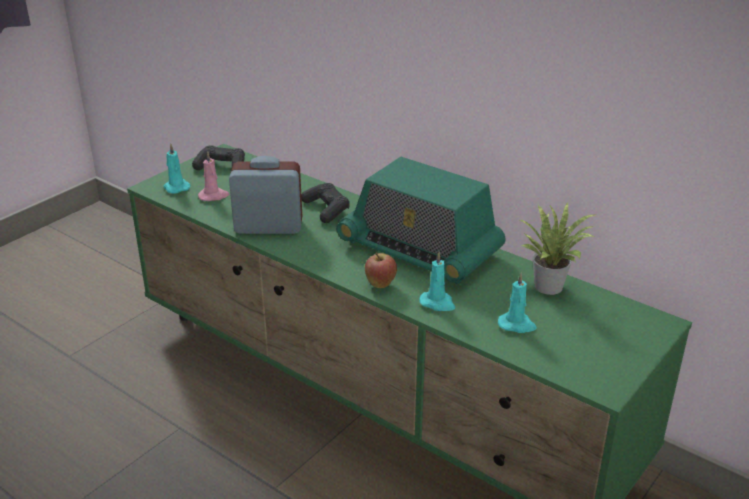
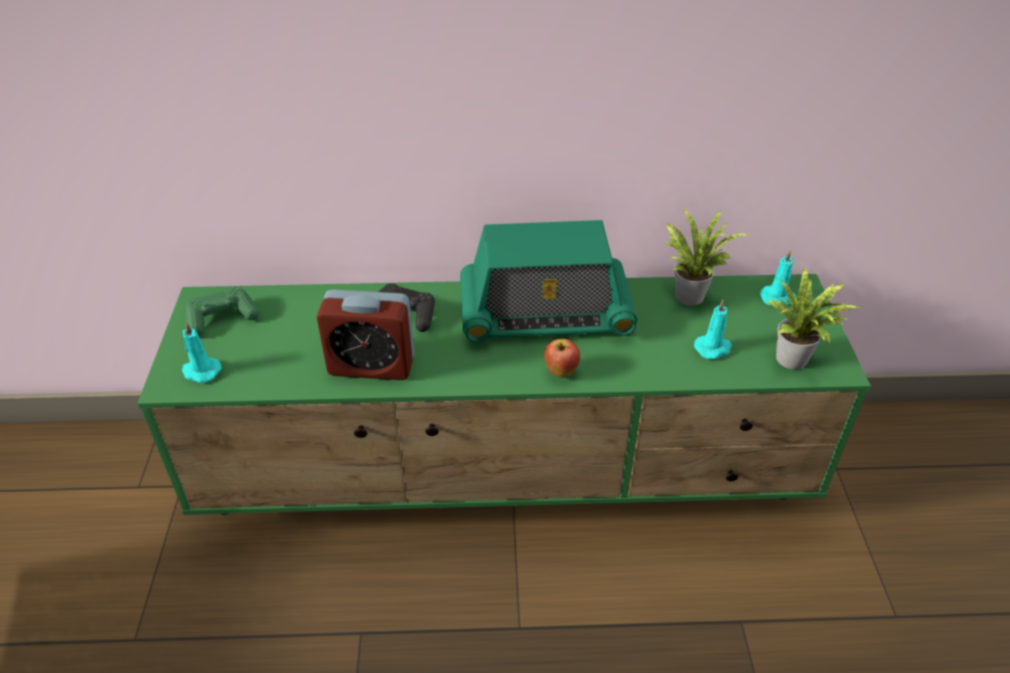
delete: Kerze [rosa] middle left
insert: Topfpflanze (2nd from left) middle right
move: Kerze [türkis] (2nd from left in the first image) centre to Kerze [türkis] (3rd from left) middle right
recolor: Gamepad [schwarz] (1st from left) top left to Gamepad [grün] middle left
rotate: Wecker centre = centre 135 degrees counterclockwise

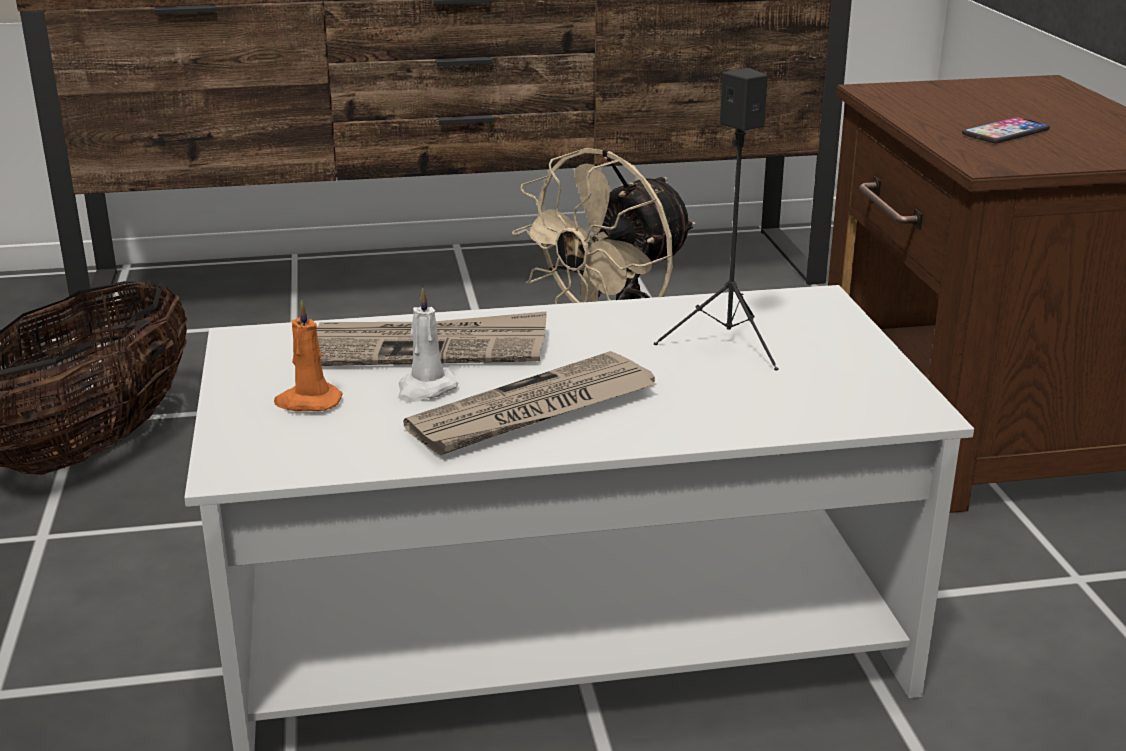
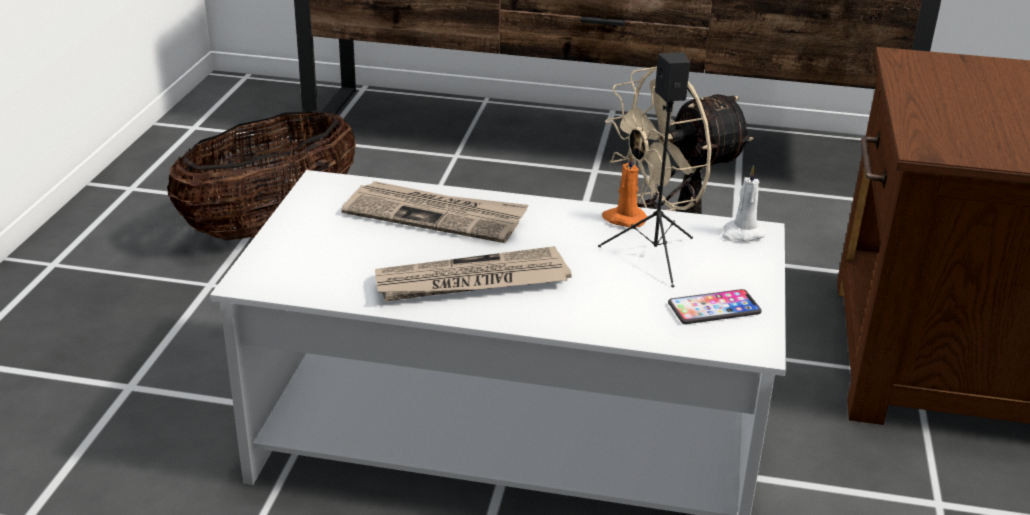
move: Handy top right to middle right; Kerze [weiß] centre to middle right; Kerze [orange] middle left to centre

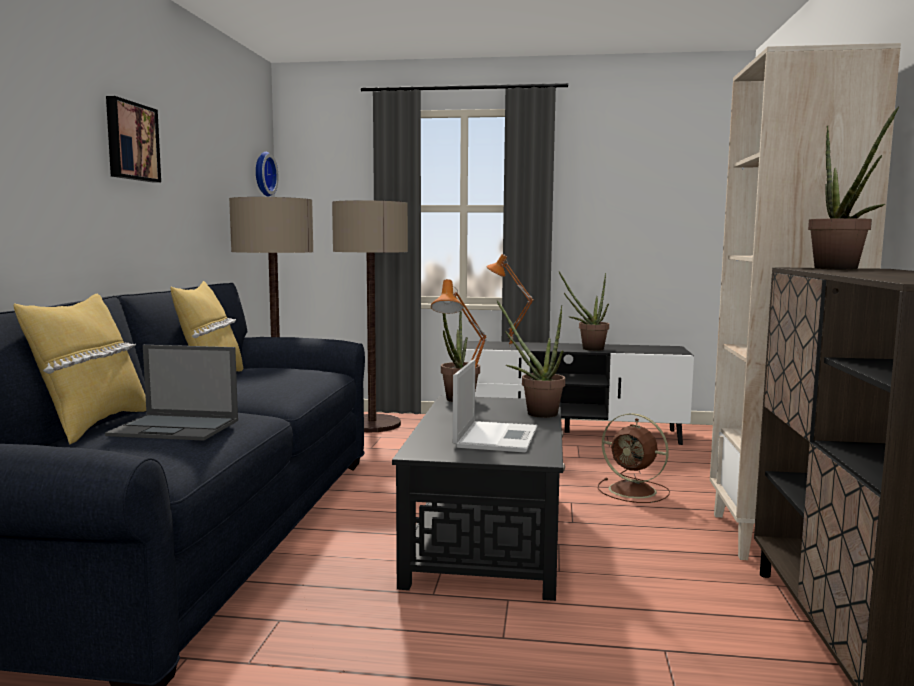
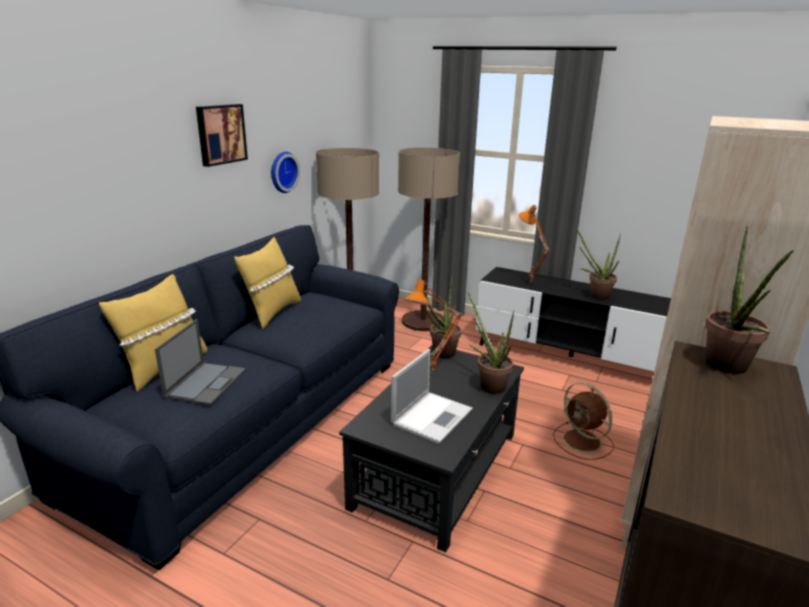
move: Wanduhr top left to top centre
rotate: Laptop (1st from left) middle left = middle left 105 degrees counterclockwise

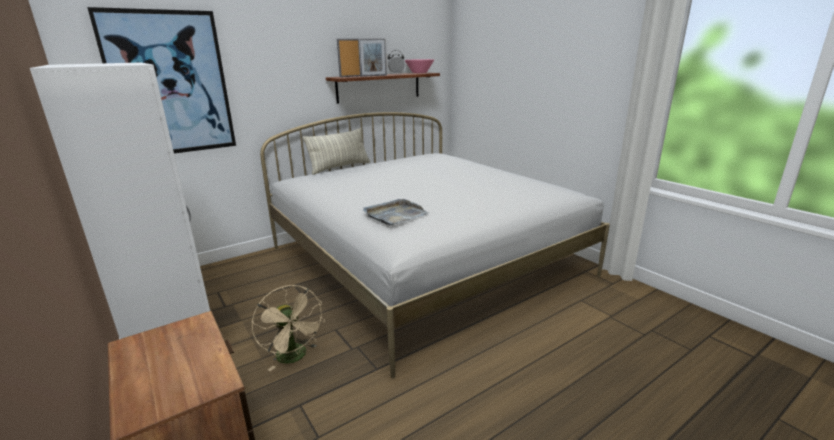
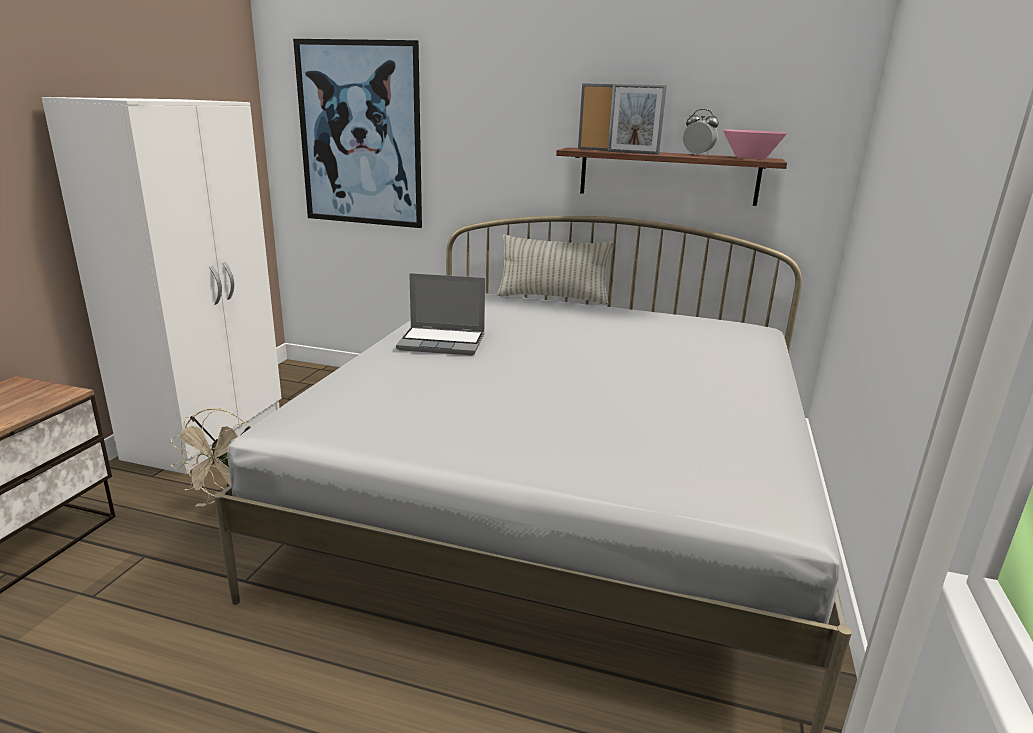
delete: Tablett [grau] centre
insert: Laptop centre

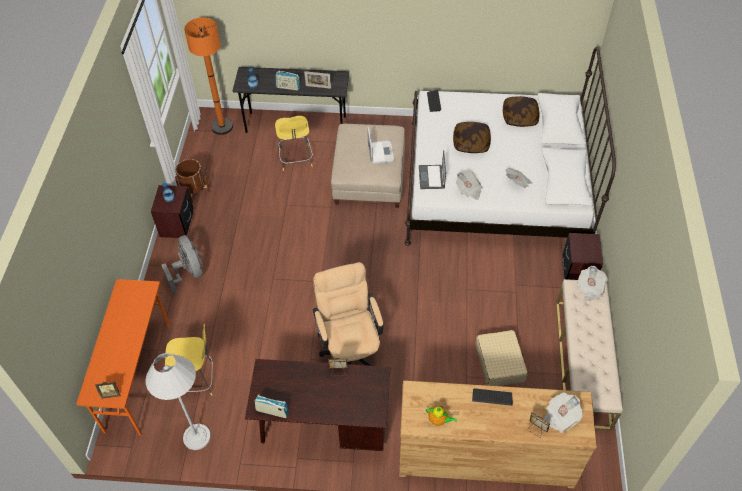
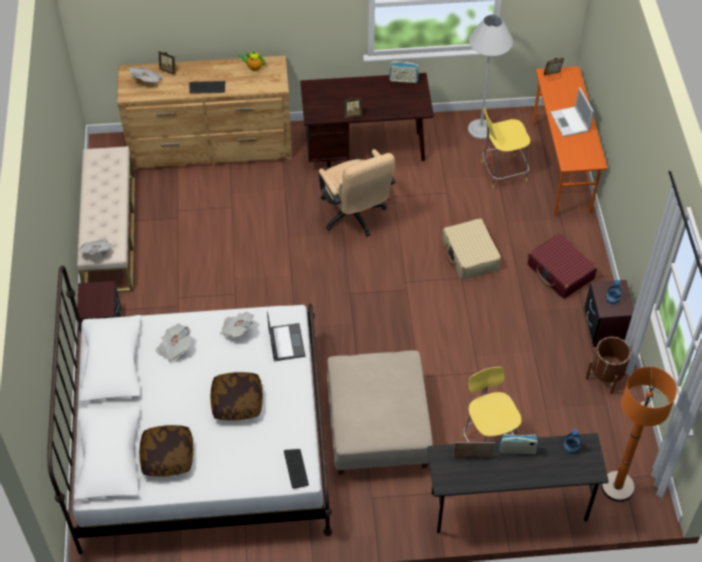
move: Laptop (1st from left in the first image) top centre to Laptop (2nd from left) top right; Koffer [beige] bottom right to middle right
replace: Ventilator [grau] middle left to Koffer [rot] middle right

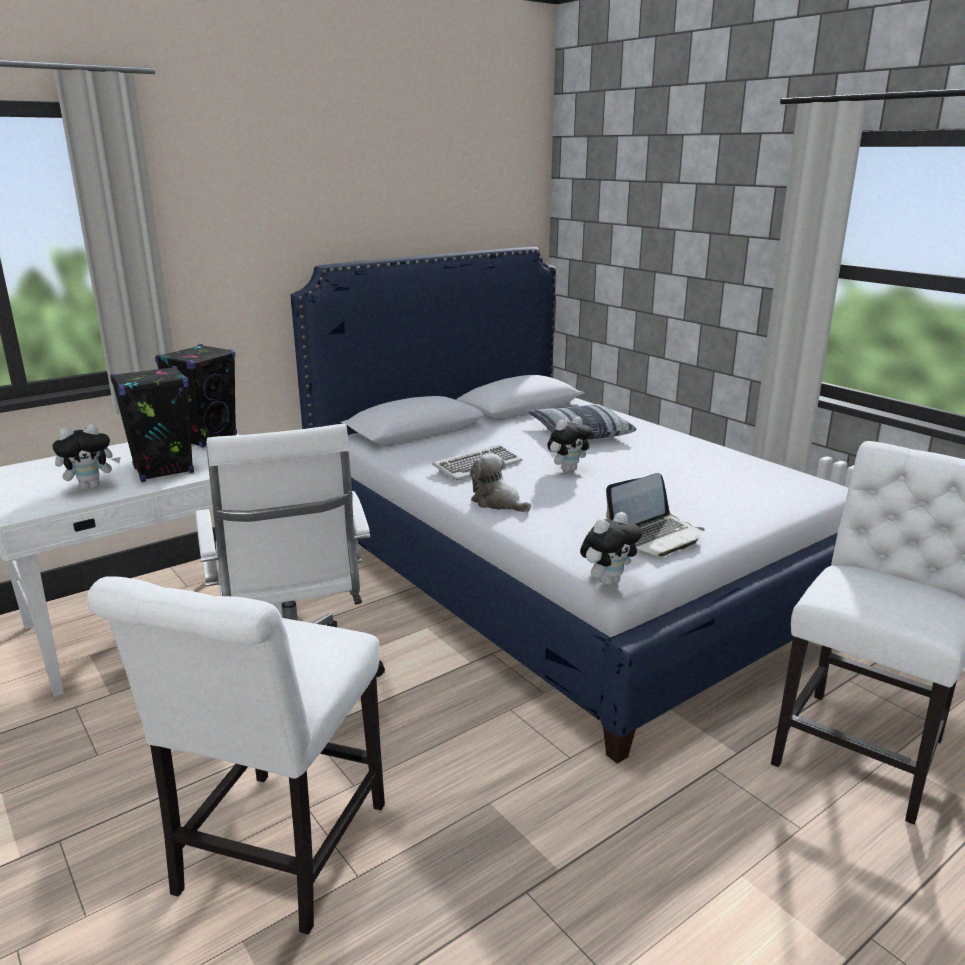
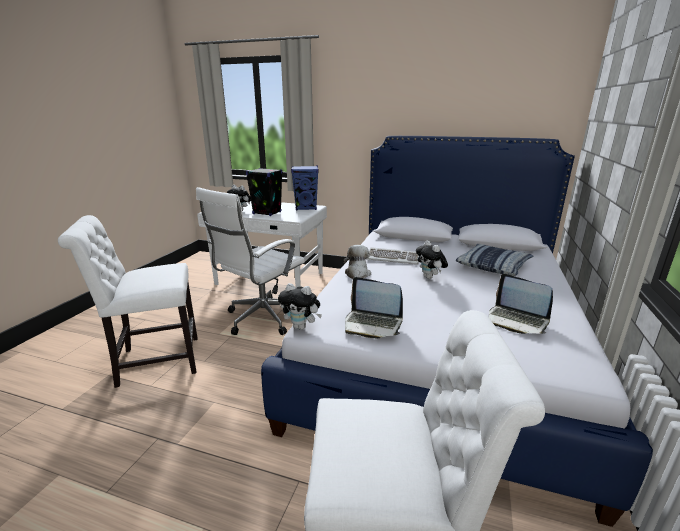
insert: Laptop (2nd from left) middle right
recolor: Lautsprecher [schwarz] (2nd from left) middle left to Lautsprecher [blau] centre
rotate: Plüschtier (3rd from left in the first image) centre = centre 45 degrees clockwise

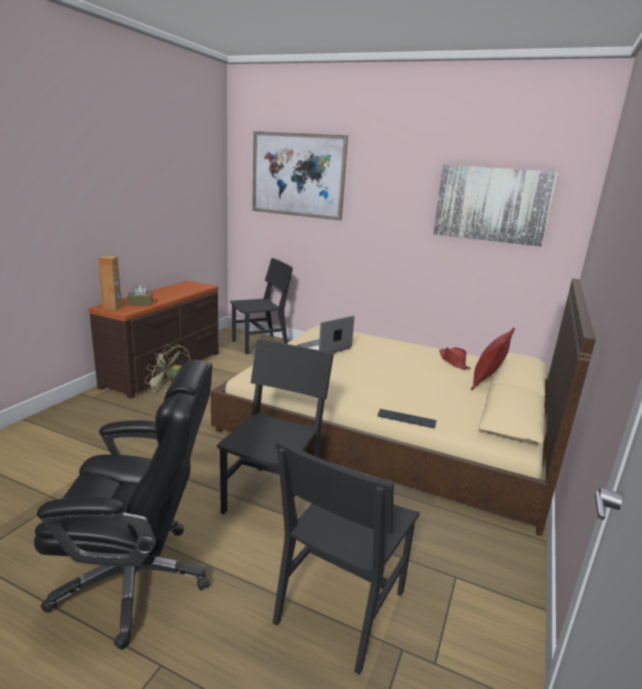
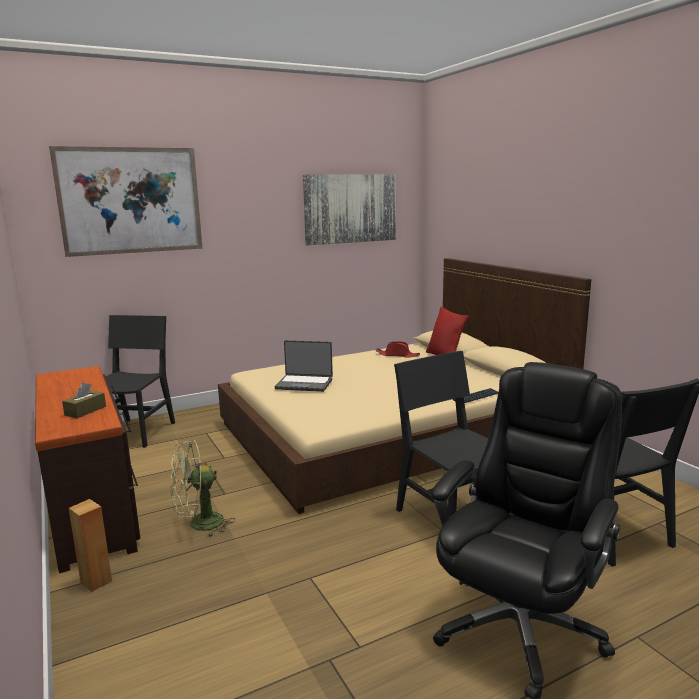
move: Lautsprecher [braun] middle left to bottom left
rotate: Laptop centre = centre 75 degrees counterclockwise

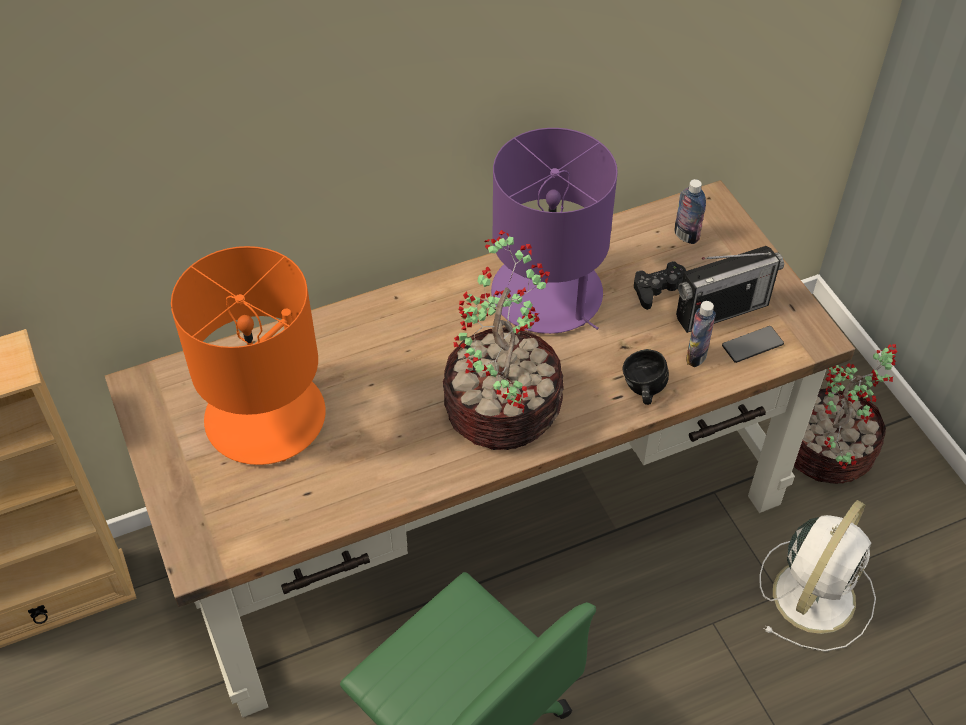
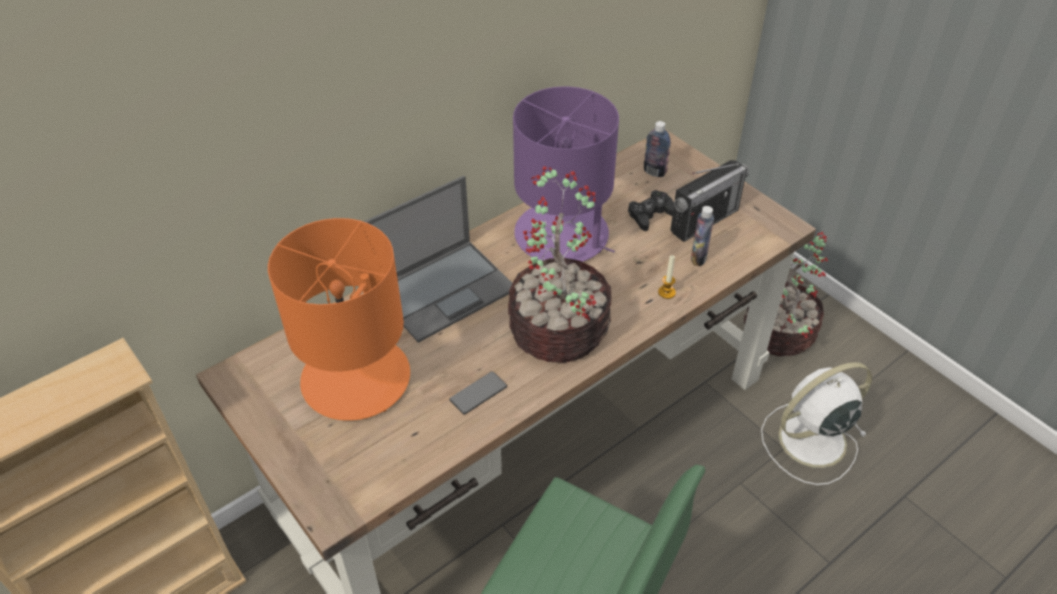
insert: Laptop centre
move: Handy middle right to centre
replace: Henkelbecher [schwarz] middle right to Kerze centre
rotate: Ventilator [weiß] bottom right = bottom right 135 degrees counterclockwise

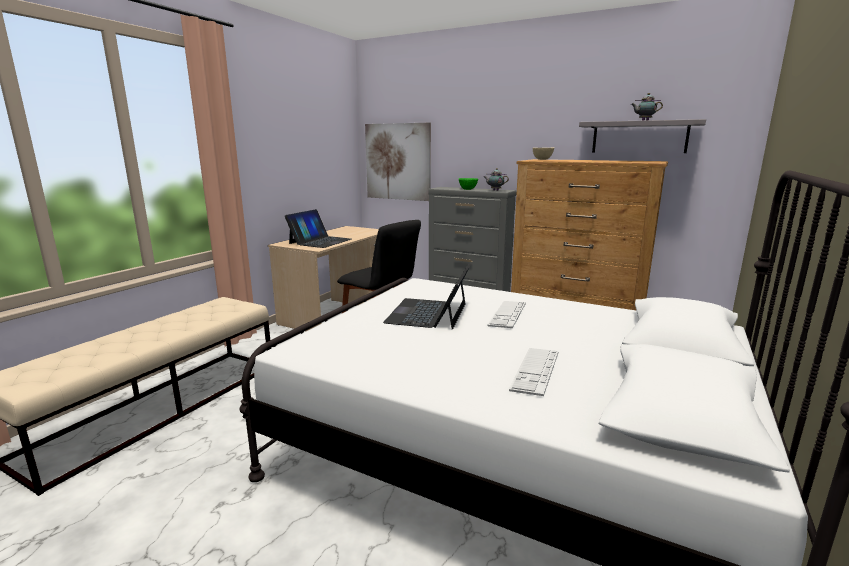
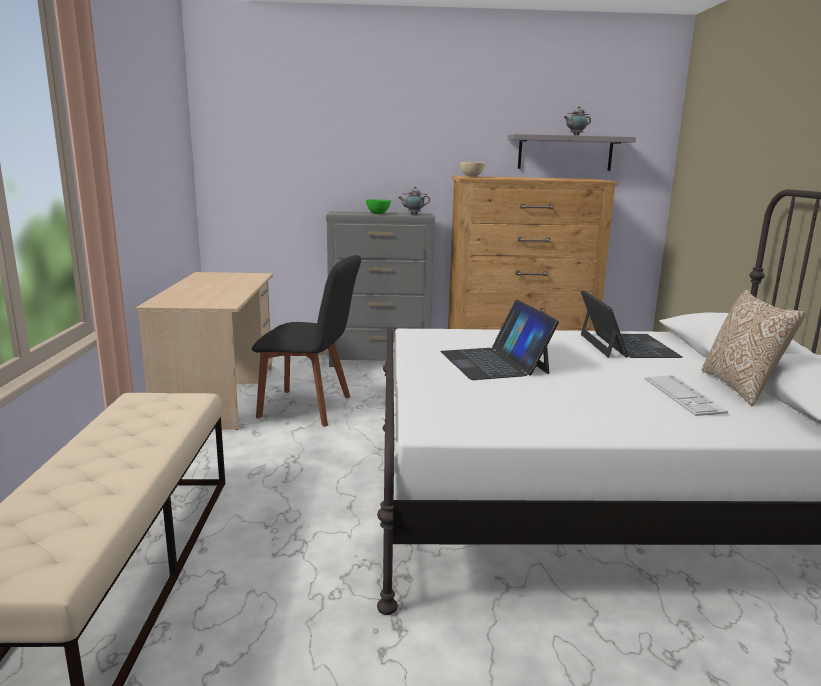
delete: Bild top centre; Tastatur (1st from left) centre
insert: Kissen middle right
move: Laptop (1st from left in the first image) centre to Laptop (2nd from left) middle right

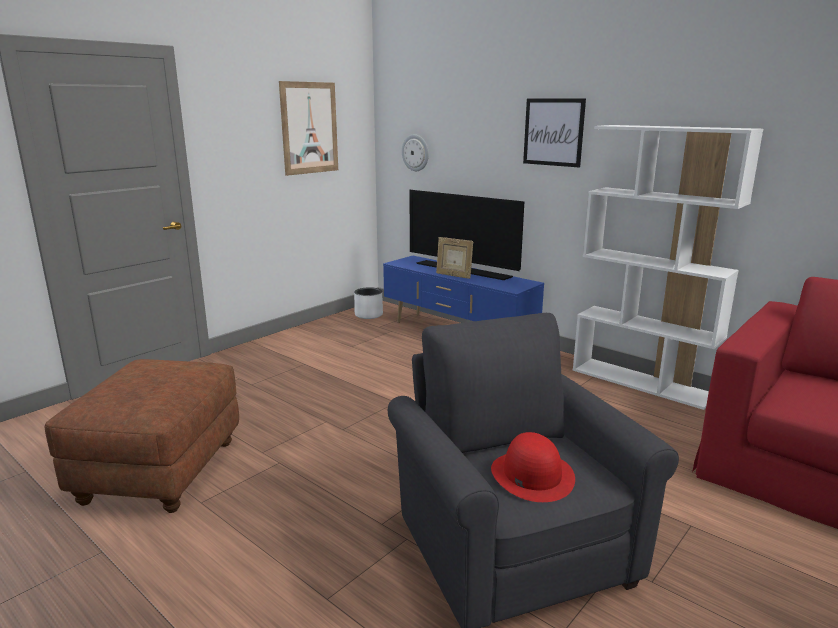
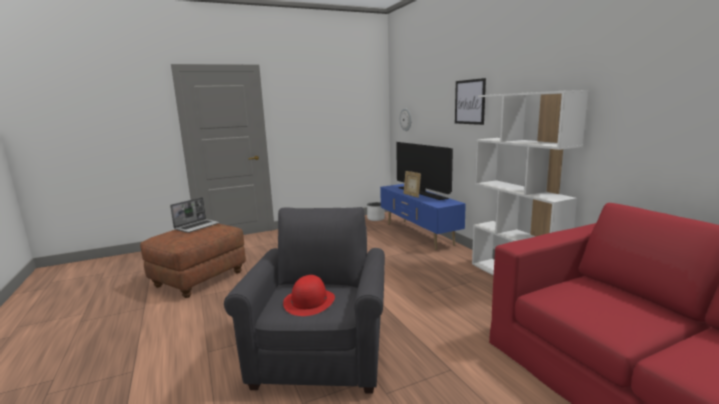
delete: Bild (1st from left) top centre
insert: Laptop middle left

